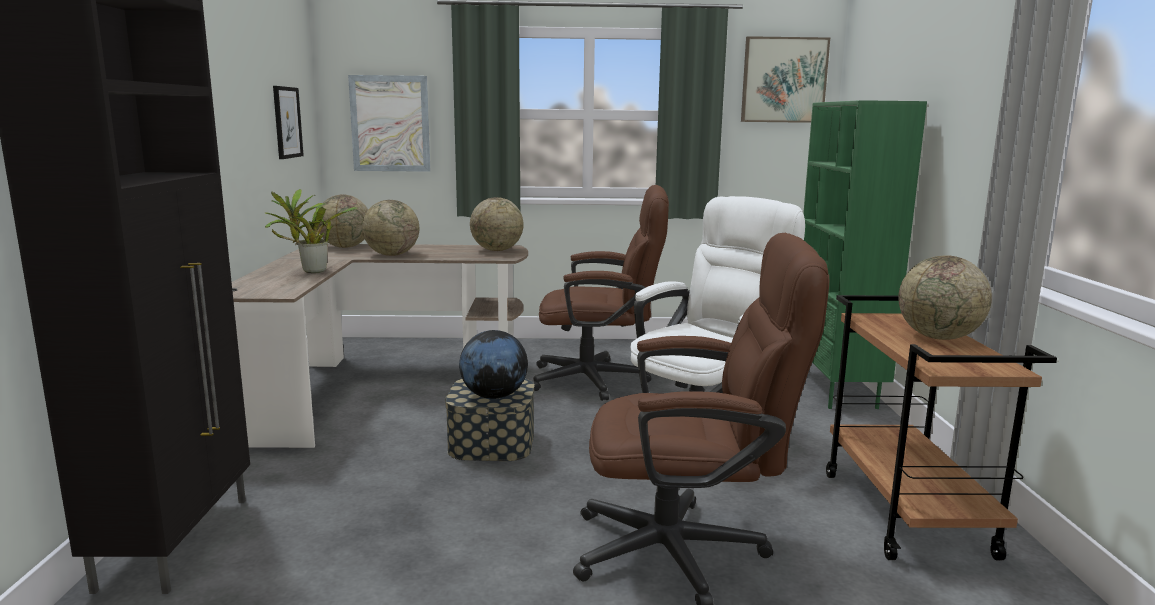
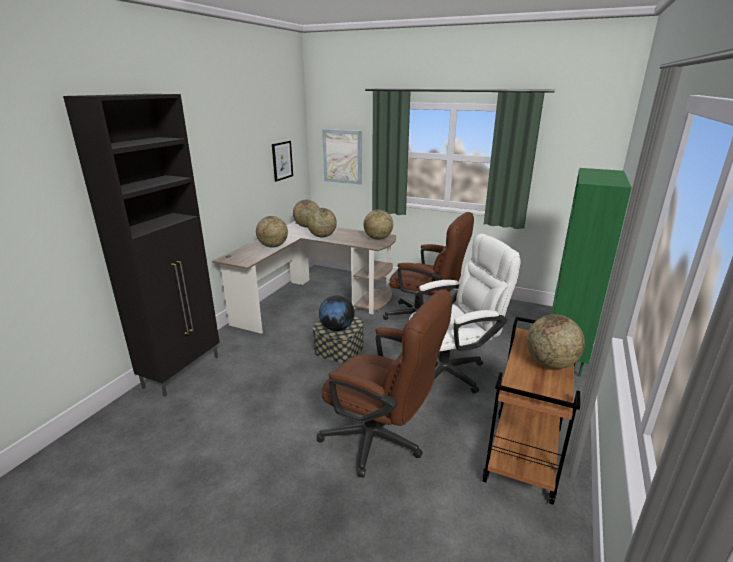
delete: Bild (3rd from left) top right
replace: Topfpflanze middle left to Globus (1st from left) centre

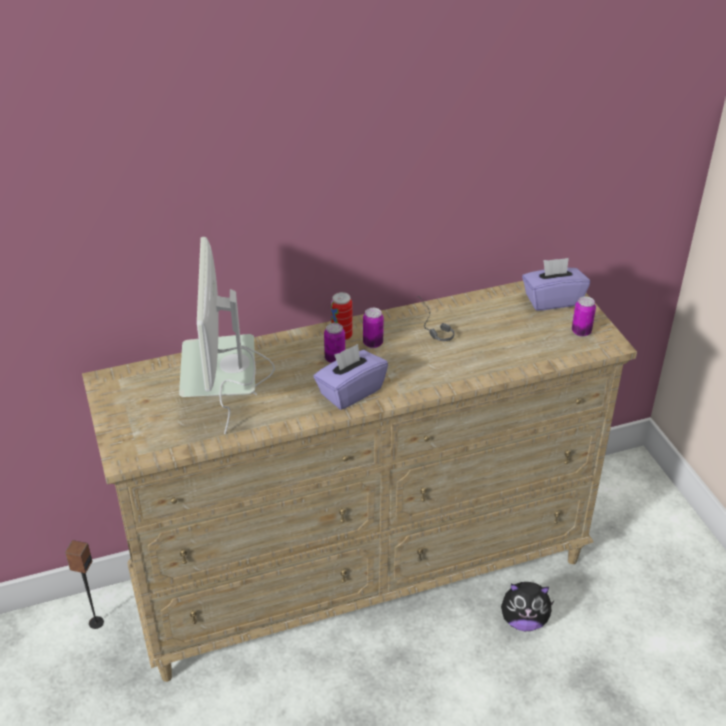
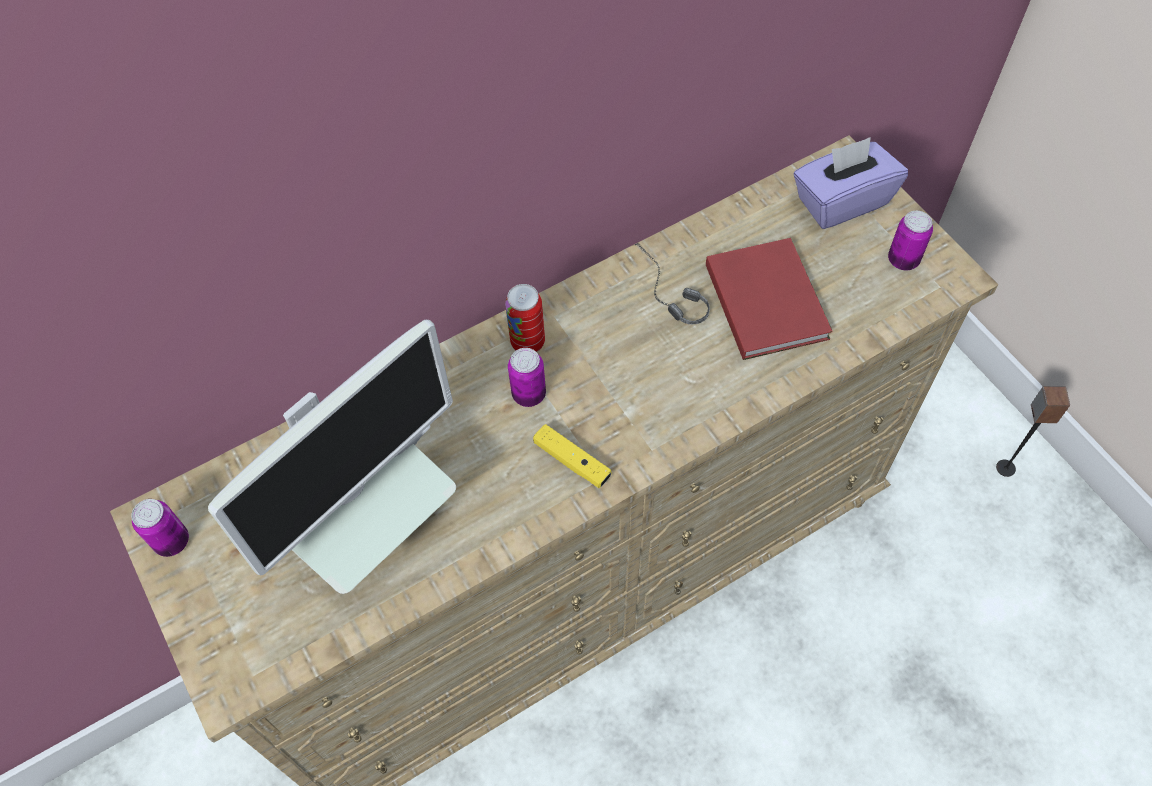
delete: Plüschtier bottom right
insert: Buch [rot] middle right
move: Dose (3rd from left in the first image) centre to Dose (1st from left) bottom left; Lautsprecher bottom left to middle right
replace: Taschentuchbox [lila] (1st from left) centre to Gamepad [gelb] centre
rotate: Monitor middle left = middle left 120 degrees counterclockwise

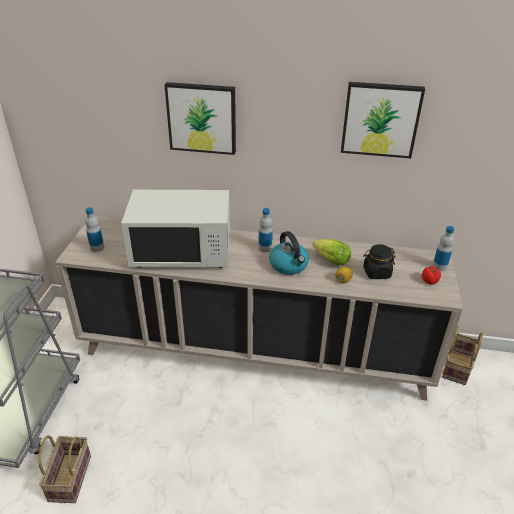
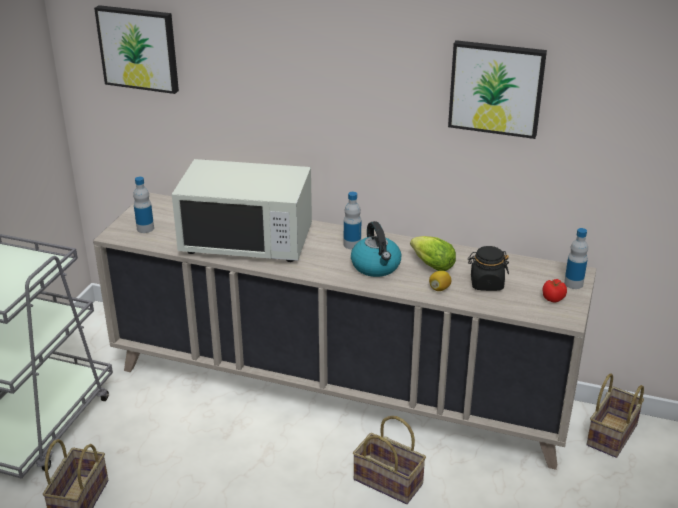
insert: Korb (2nd from left) bottom centre
move: Bild (1st from left) top centre to top left

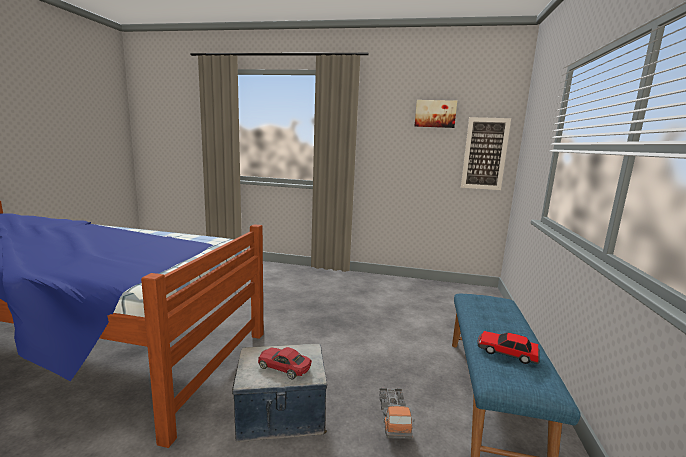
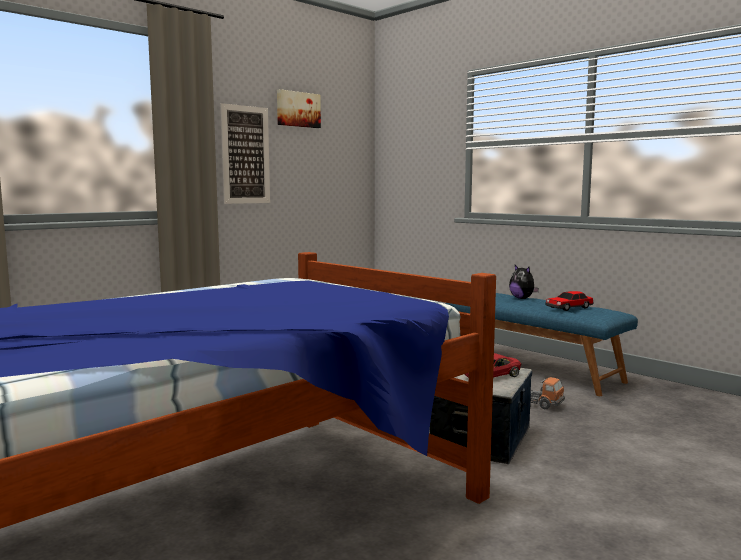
insert: Plüschtier middle right
move: Bild (2nd from left in the first image) middle right to Bild (1st from left) top left

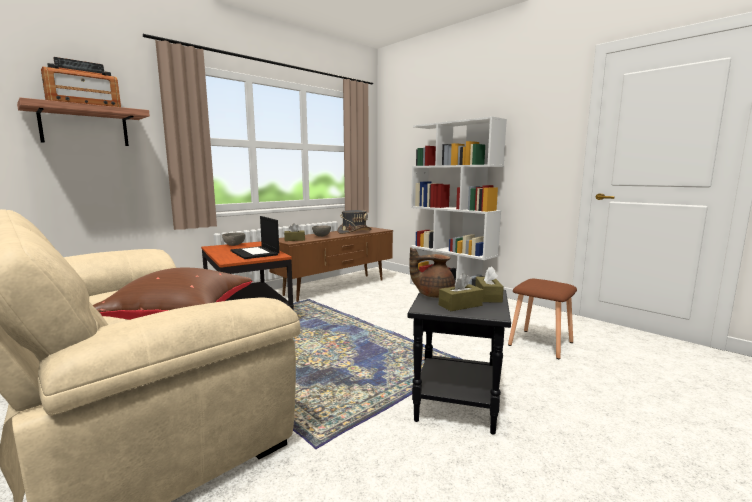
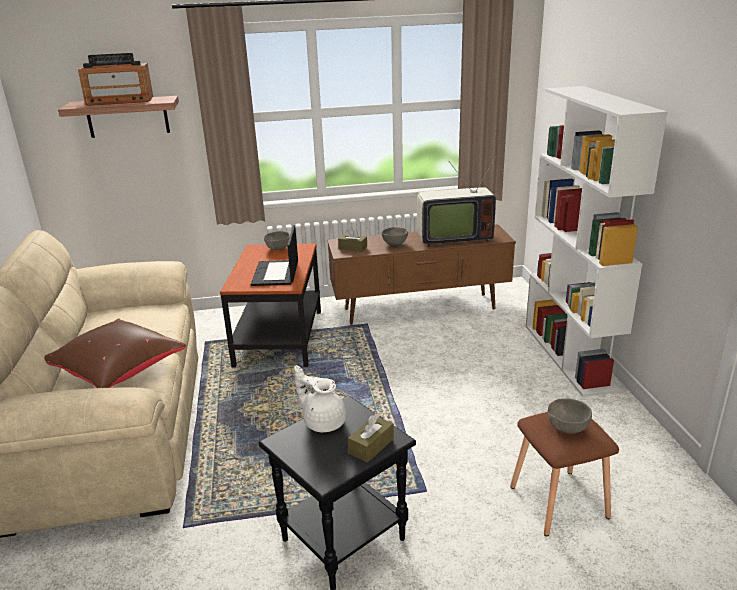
delete: Taschentuchbox [braun] (2nd from left) centre
insert: Schüssel [grau] (3rd from left) bottom right
replace: Hut [grau] centre to Fernseher centre
recolor: Teekanne [braun] centre to Teekanne [weiß] bottom centre

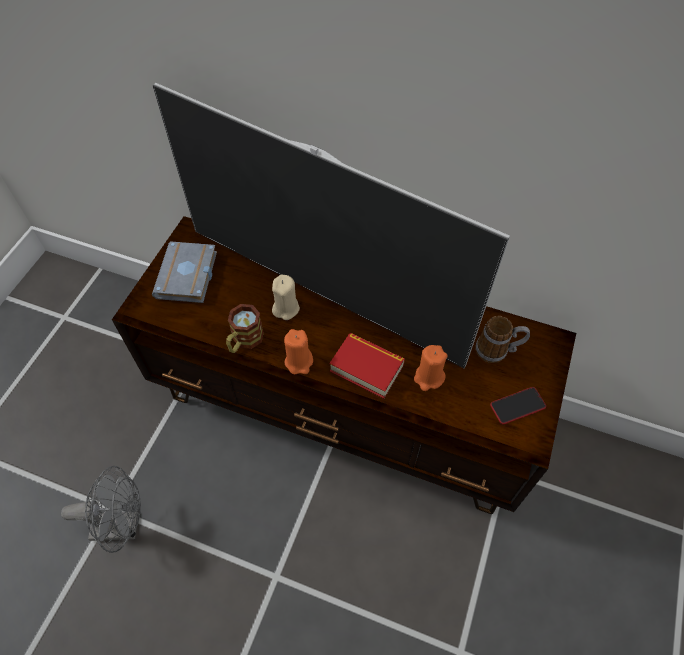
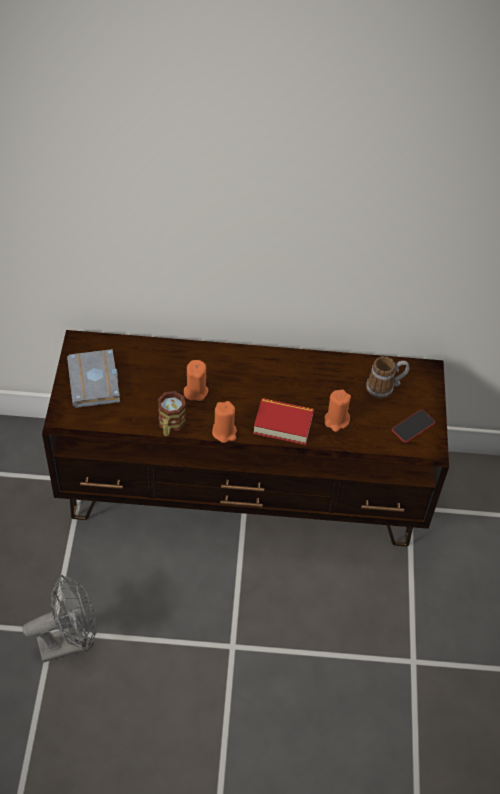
delete: Fernseher centre
recolor: Kerze [beige] centre to Kerze [orange] (1st from left) centre

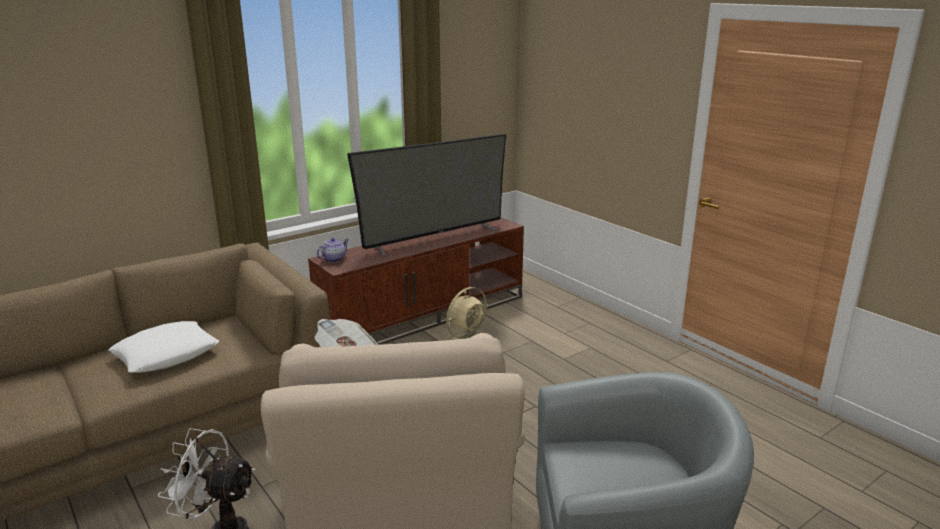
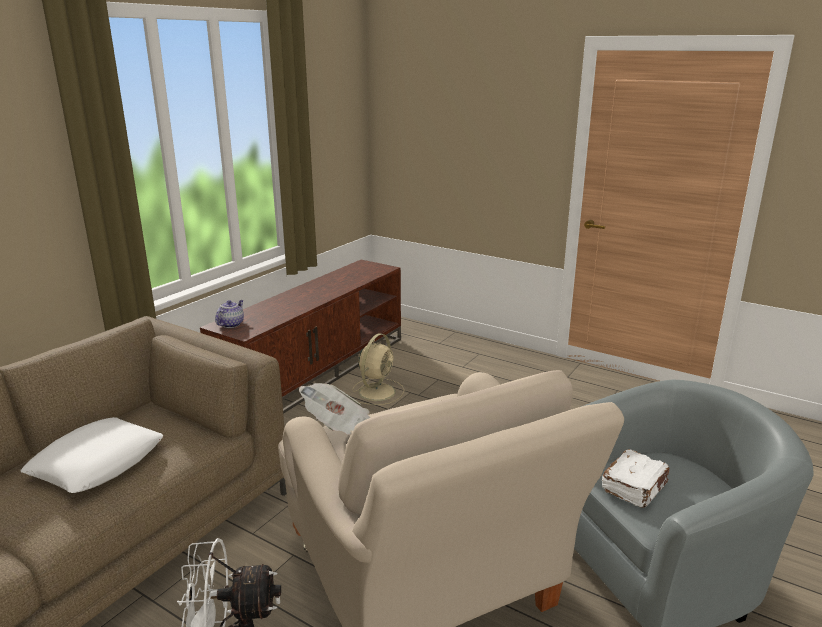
delete: Fernseher centre
insert: Buch [weiß] bottom right

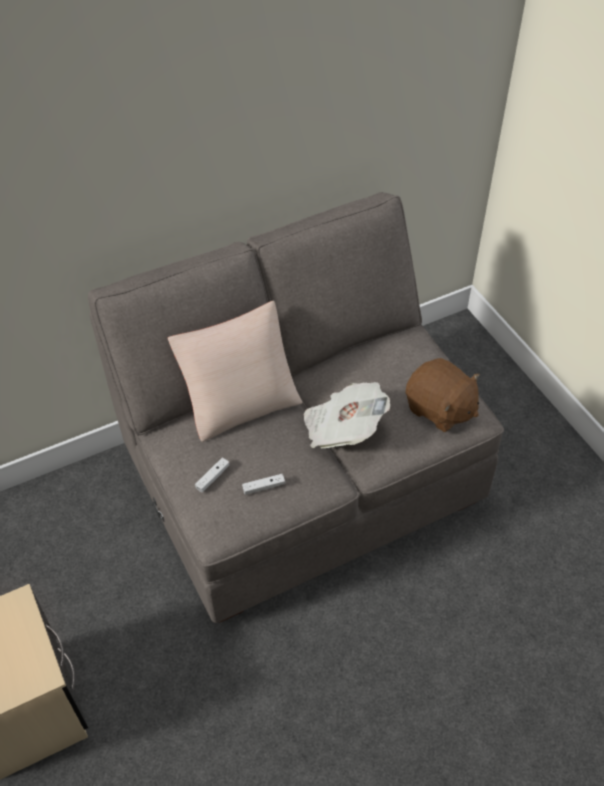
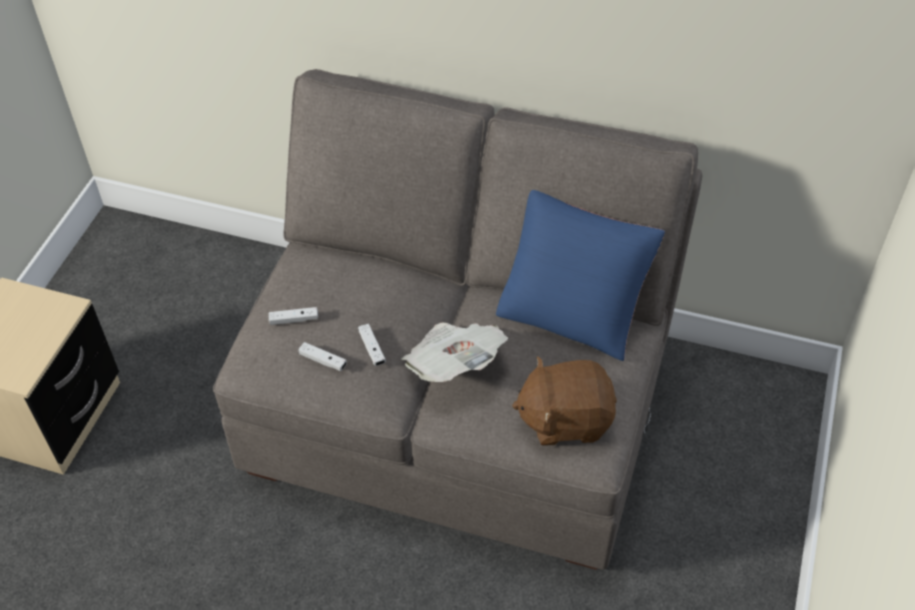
delete: Kissen [beige] centre
insert: Kissen [blau] centre; Gamepad [weiß] (3rd from left) centre
rotate: Plüschtier [braun] middle right = centre 90 degrees clockwise

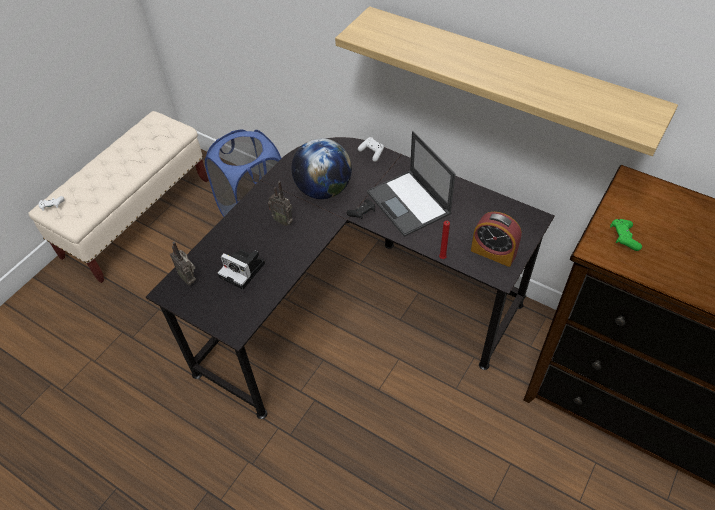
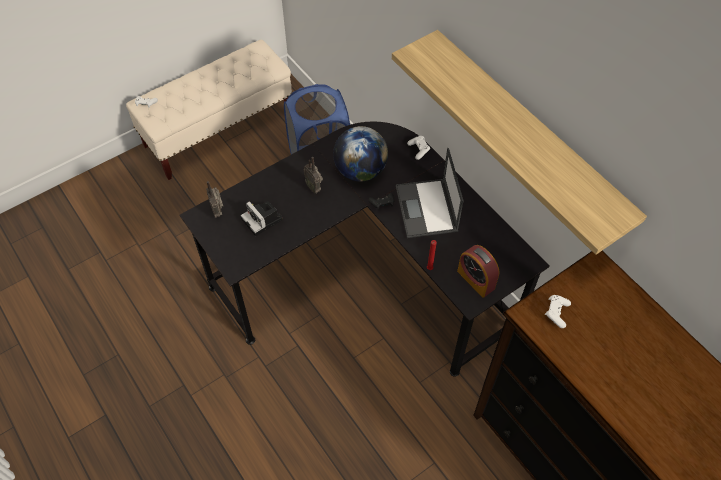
recolor: Gamepad [grün] middle right to Gamepad [weiß] (3rd from left) middle right

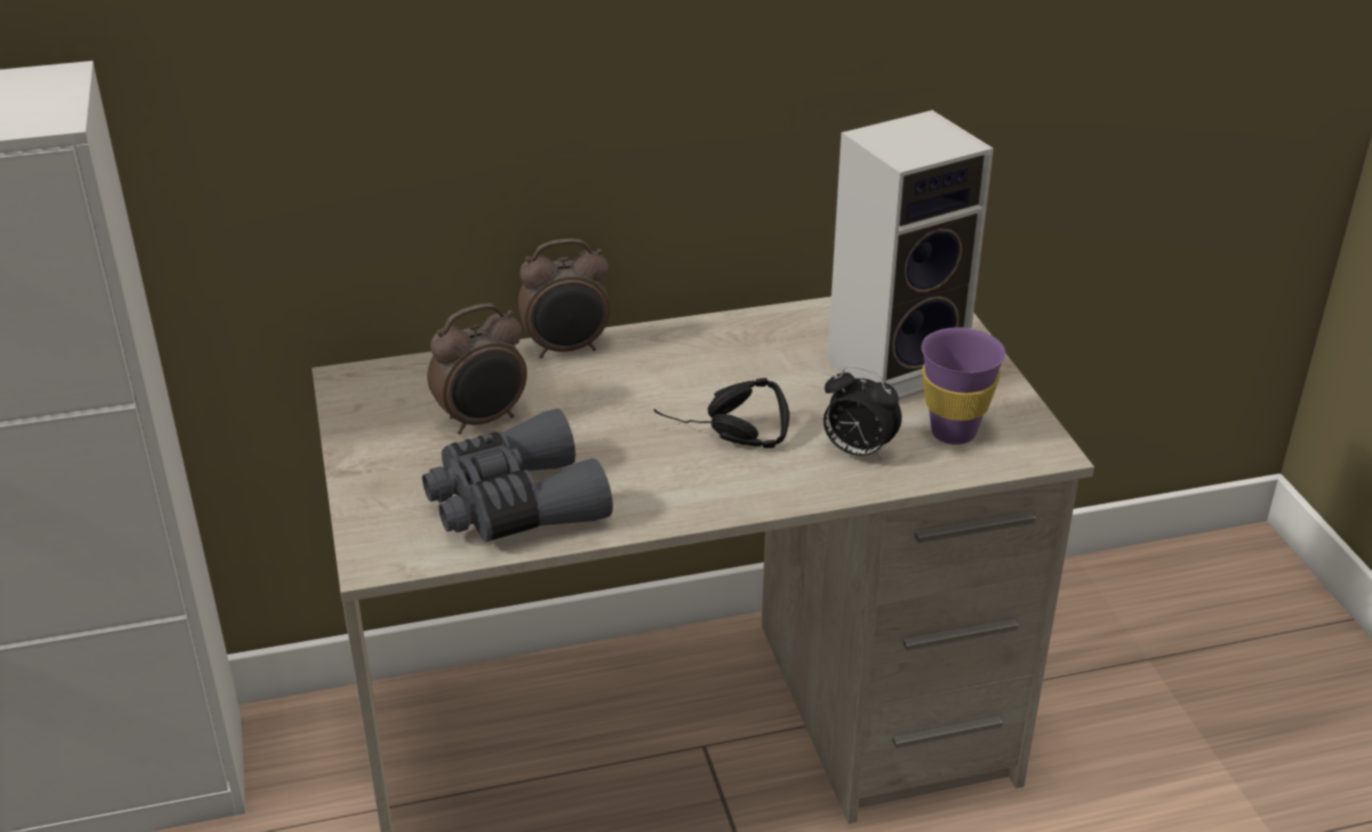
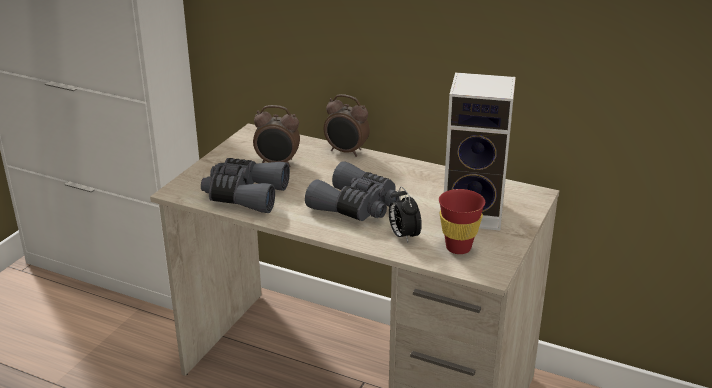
replace: Kopfhörer [schwarz] centre to Fernglas [grau] (2nd from left) centre
recolor: Tasse [lila] middle right to Tasse [rot] centre

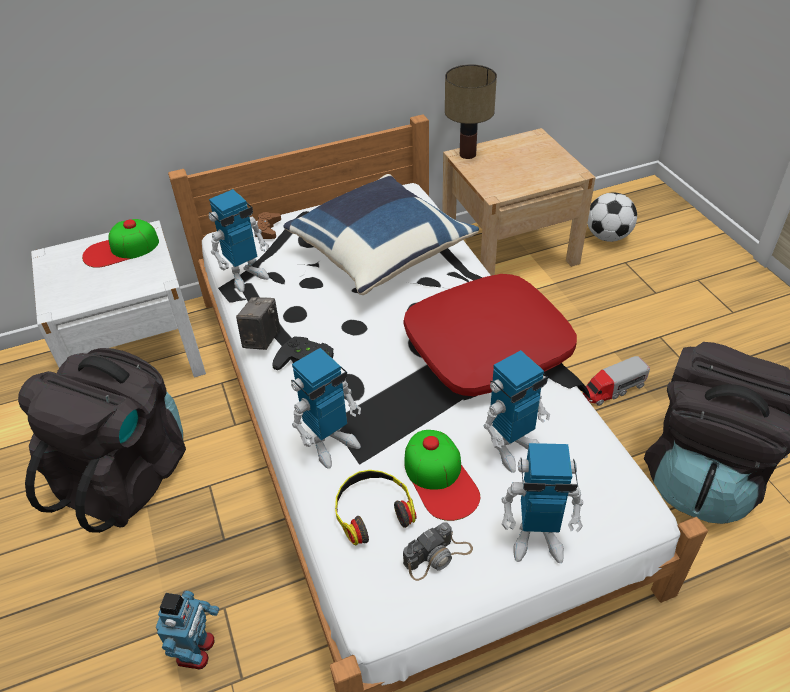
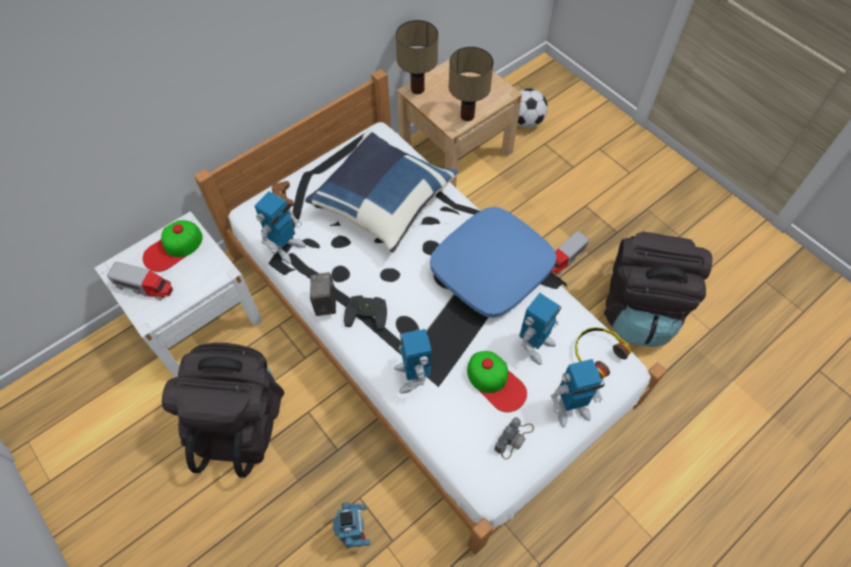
insert: Tischlampe (2nd from left) top centre; Spielzeuglaster (1st from left) middle left
move: Kopfhörer bottom centre to middle right
recolor: Kissen [rot] centre to Kissen [blau] (2nd from left) centre
rotate: Spielzeugroboter (3rd from left) centre = centre 135 degrees clockwise

